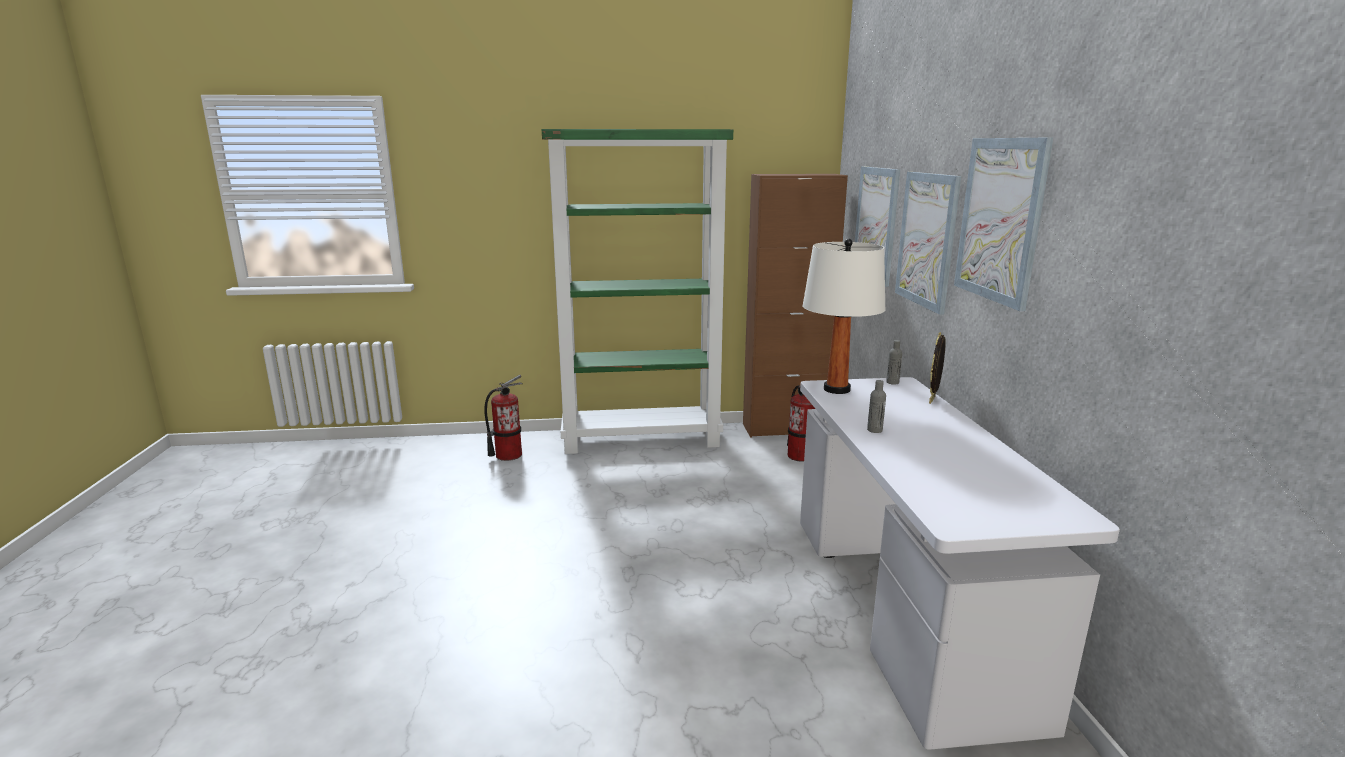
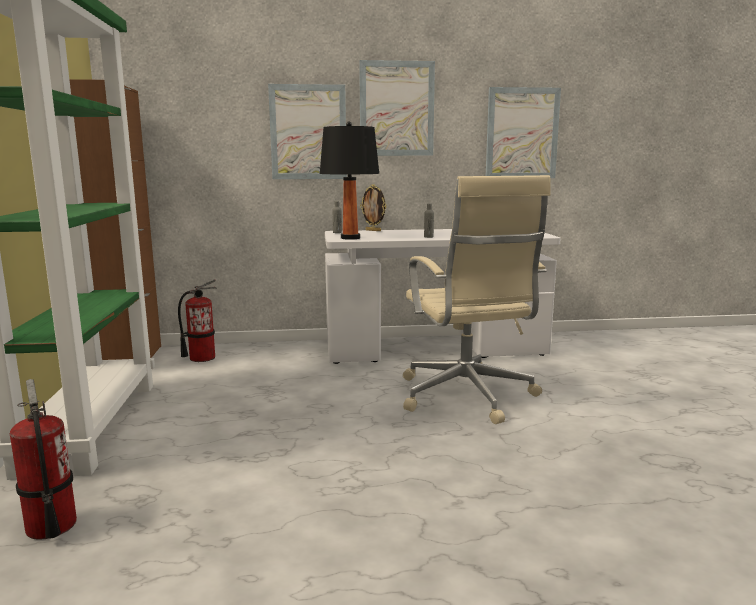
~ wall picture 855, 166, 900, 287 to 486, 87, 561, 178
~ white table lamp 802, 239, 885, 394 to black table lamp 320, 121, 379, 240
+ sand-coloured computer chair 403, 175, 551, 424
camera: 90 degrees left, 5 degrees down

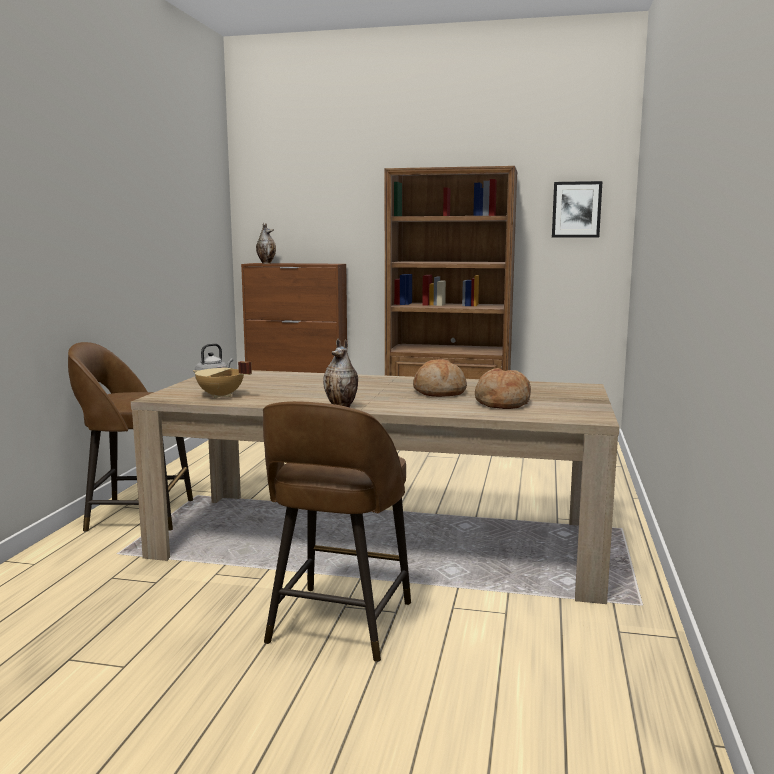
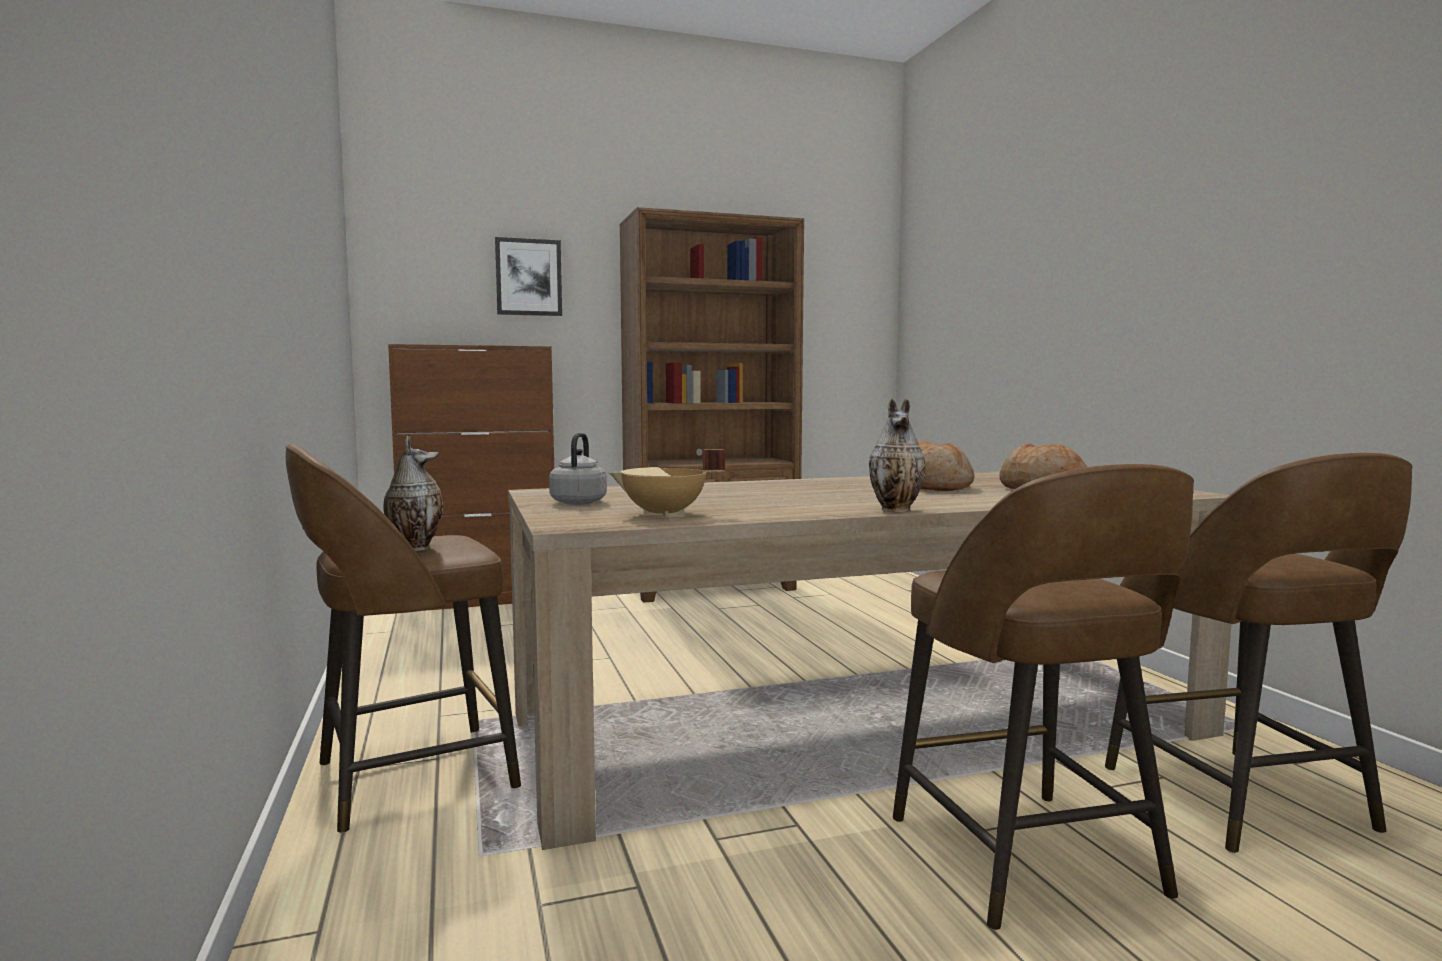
~ wall picture 552, 181, 603, 238 to 495, 237, 562, 316
~ vase 256, 223, 276, 264 to 384, 435, 443, 551
+ brownish stool seat 1105, 453, 1412, 853
camera: 30 degrees left, 5 degrees down

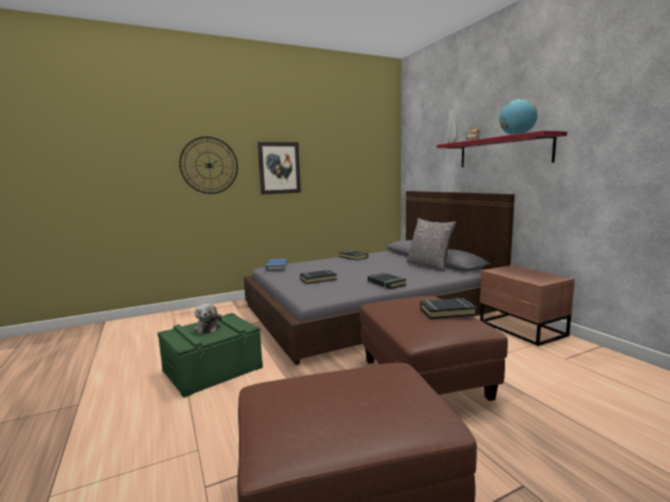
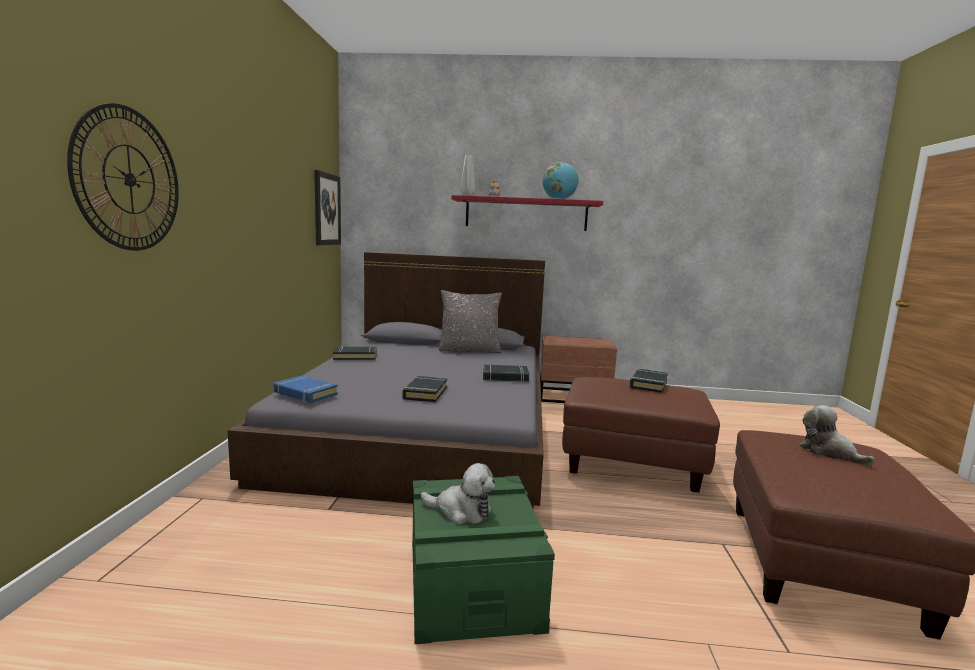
~ wall picture 257, 142, 301, 195 to 314, 170, 341, 245
+ plush toy 799, 405, 875, 466
camera: 60 degrees left, 0 degrees up

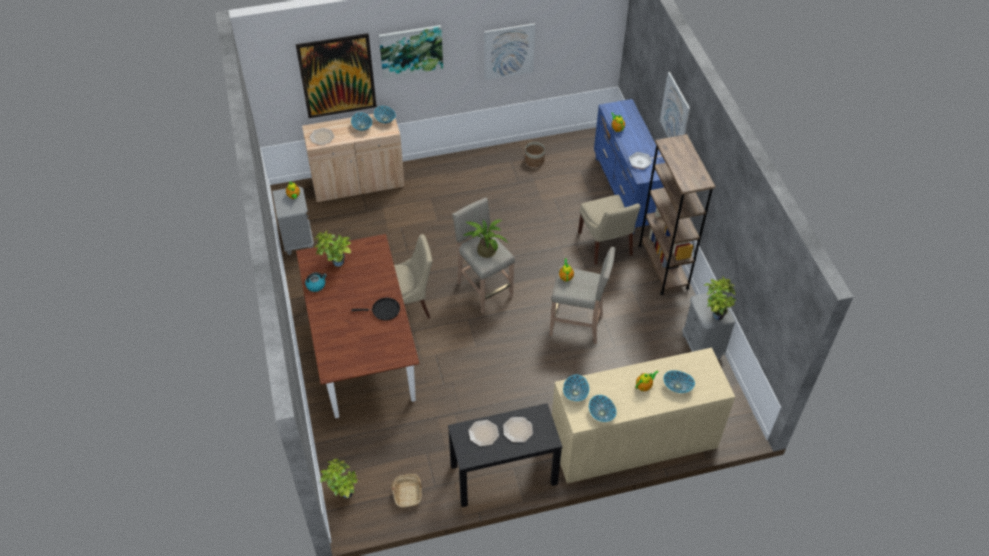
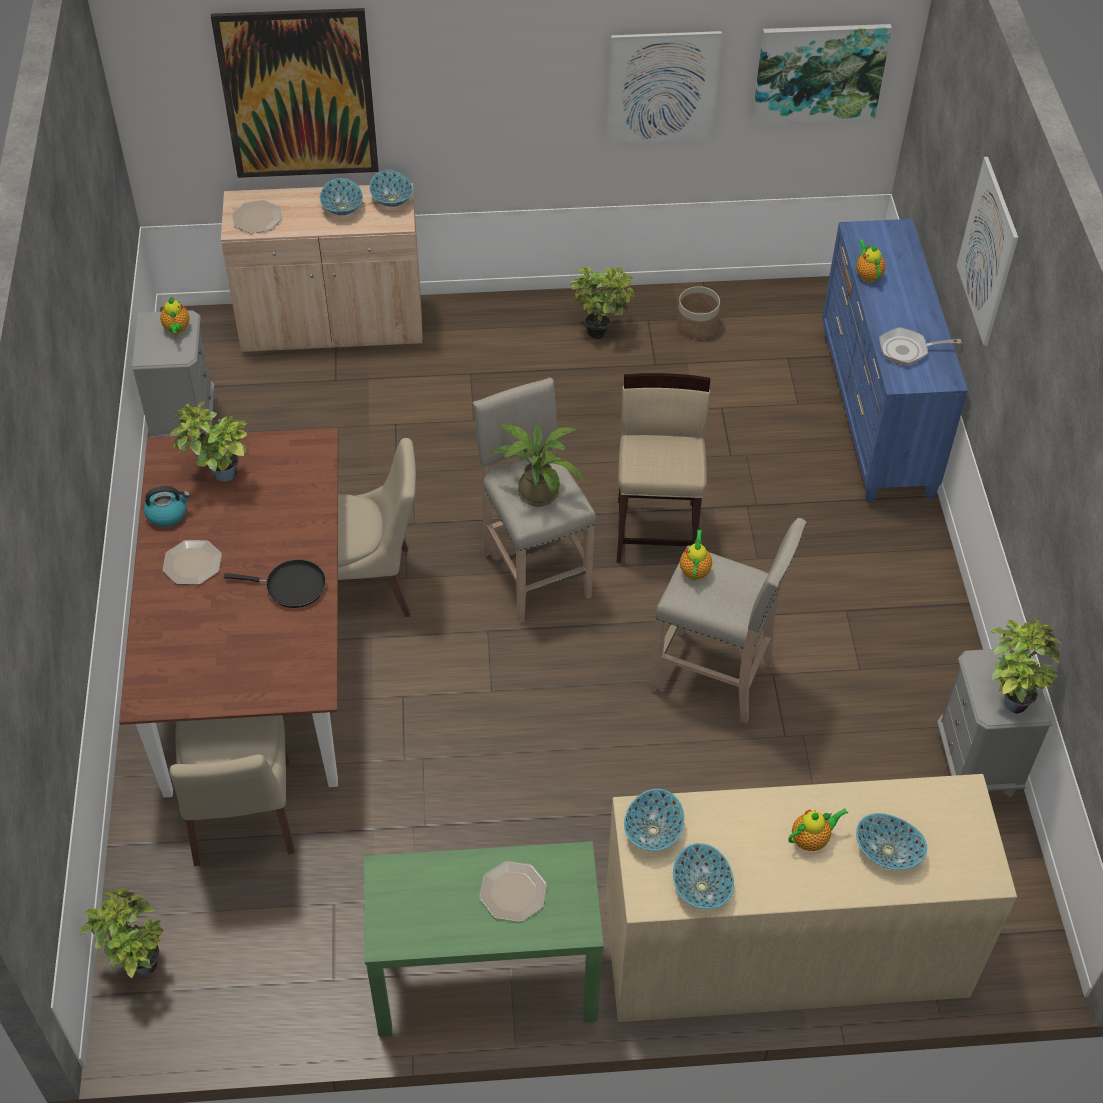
~ wall picture 379, 25, 443, 79 to 752, 24, 892, 124
- brownish bookshelf 638, 134, 716, 295
~ sand-coloured plain chair 578, 195, 640, 265 to 169, 715, 295, 866
~ black console table 448, 403, 562, 507 to green console table 364, 841, 604, 1037
~ dinner plate 469, 420, 499, 446 to 163, 540, 222, 585
- household basket 391, 474, 422, 507
+ houseplant 570, 266, 634, 339
+ sand-coloured stool seat 616, 373, 710, 563
camera: 10 degrees right, 0 degrees up

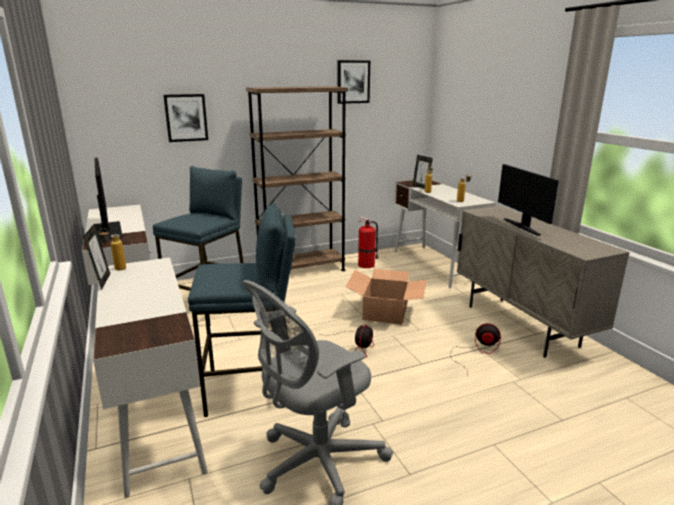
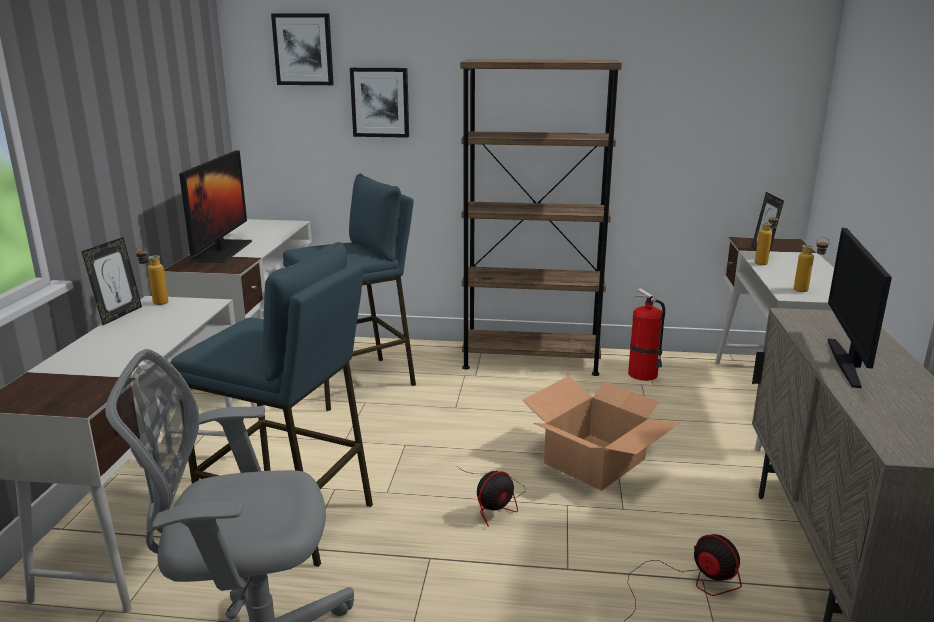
~ wall picture 337, 60, 370, 104 to 271, 13, 334, 85
camera: 30 degrees right, 0 degrees up

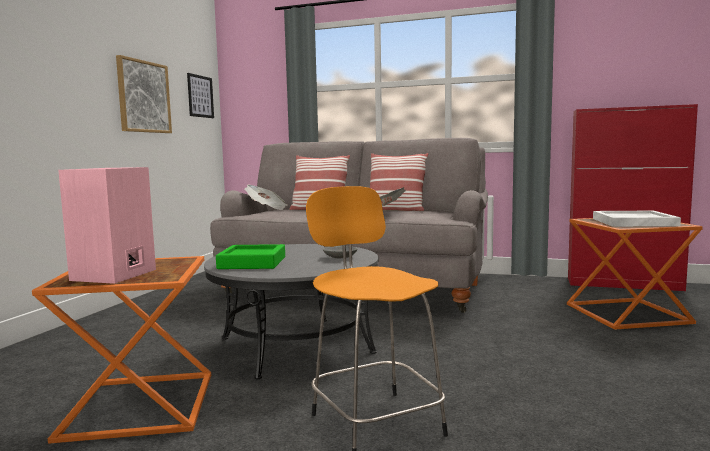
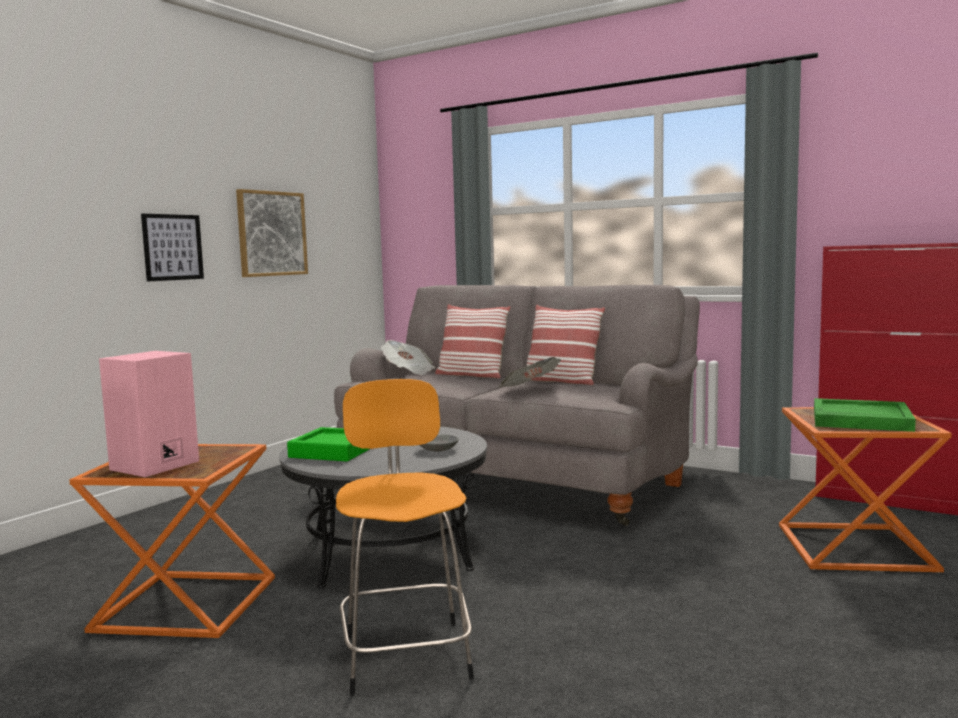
~ wall picture 187, 73, 214, 118 to 141, 214, 204, 282
~ white serving tray 593, 211, 681, 227 to green serving tray 814, 398, 916, 432
camera: 15 degrees right, 0 degrees up

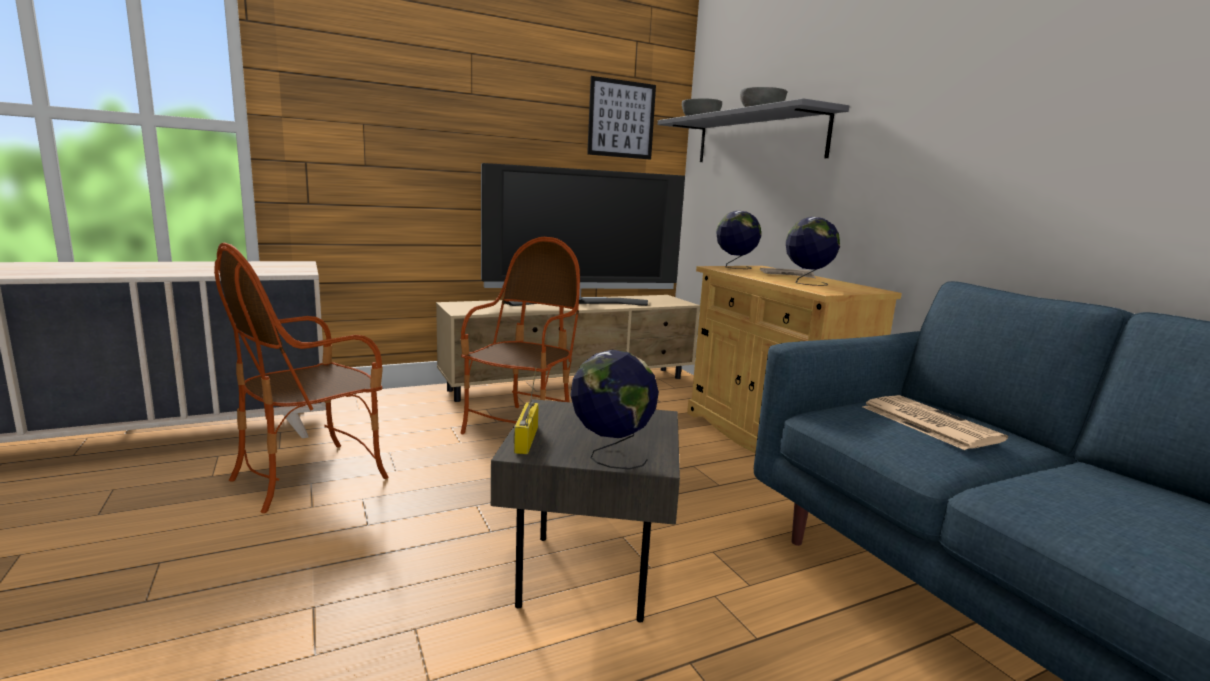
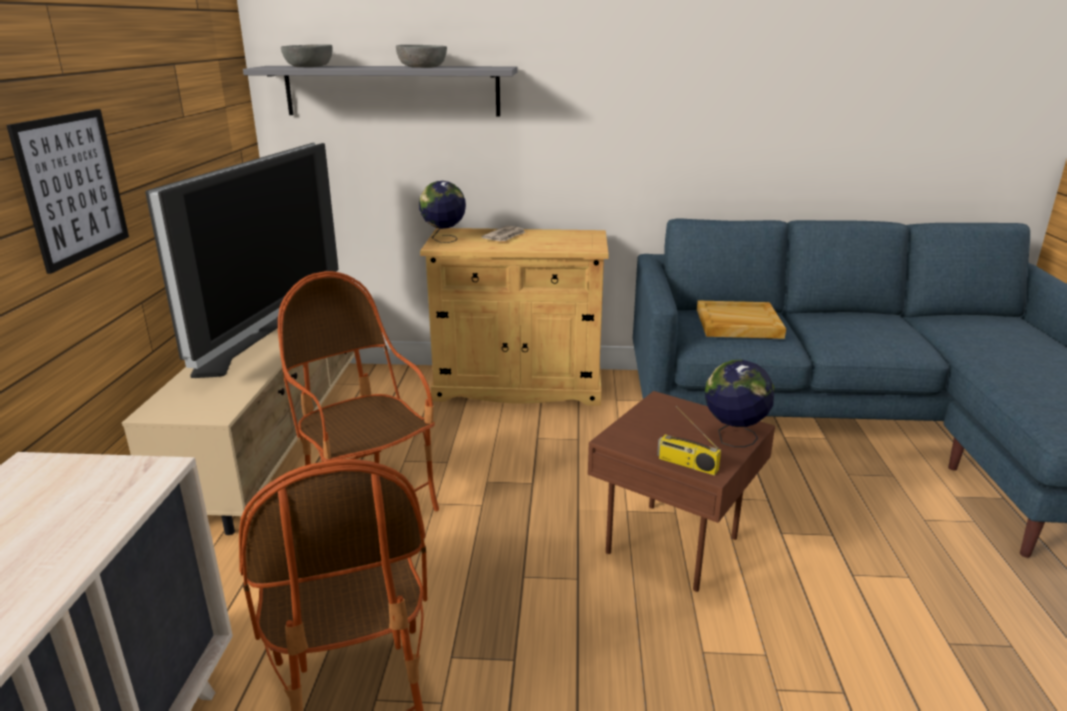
~ wall picture 587, 76, 656, 160 to 6, 109, 129, 274
- desk globe 786, 217, 840, 286
~ printed paper 863, 395, 1008, 450 to sand-coloured serving tray 697, 300, 786, 339
~ gray accent table 491, 399, 680, 623 to brownish accent table 588, 391, 775, 592
camera: 60 degrees left, 10 degrees up

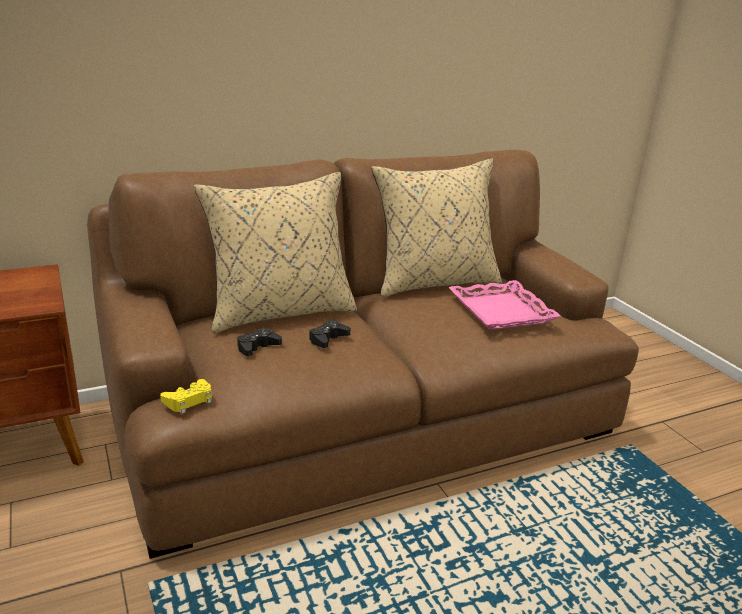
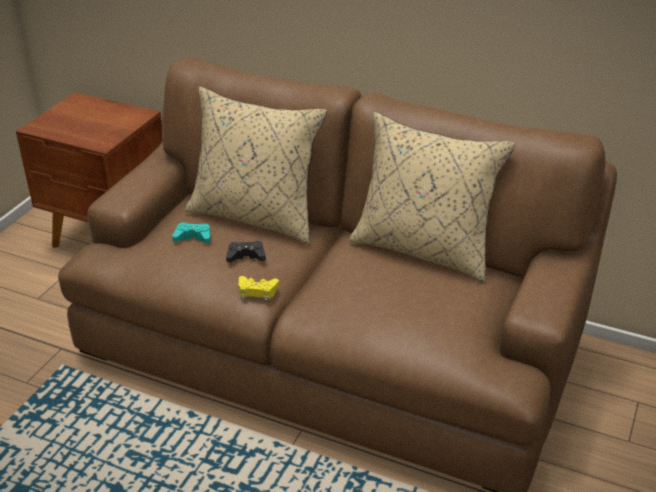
- pinkish serving tray 449, 280, 561, 330
~ black gamepad 237, 328, 282, 356 to turquoise gamepad 172, 223, 211, 244
~ yellow gamepad 160, 379, 212, 414 to 238, 276, 279, 301
camera: 50 degrees right, 10 degrees up

